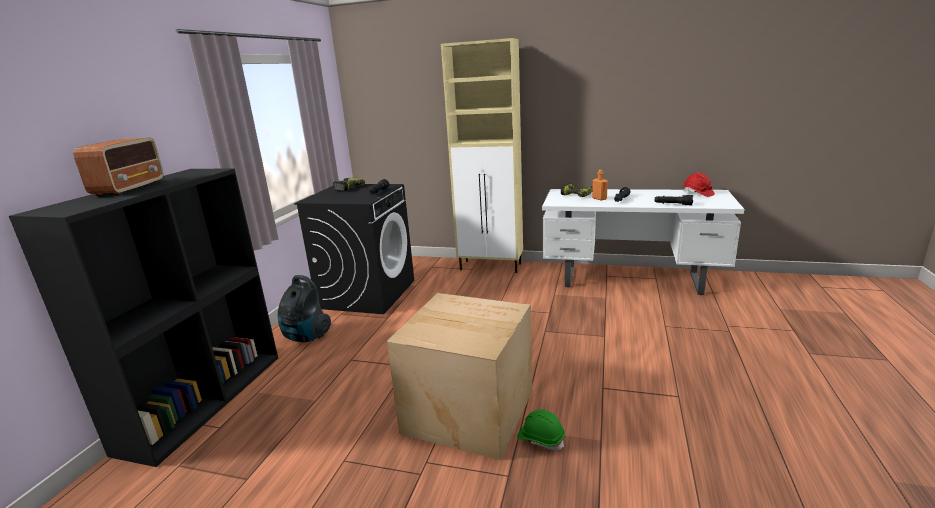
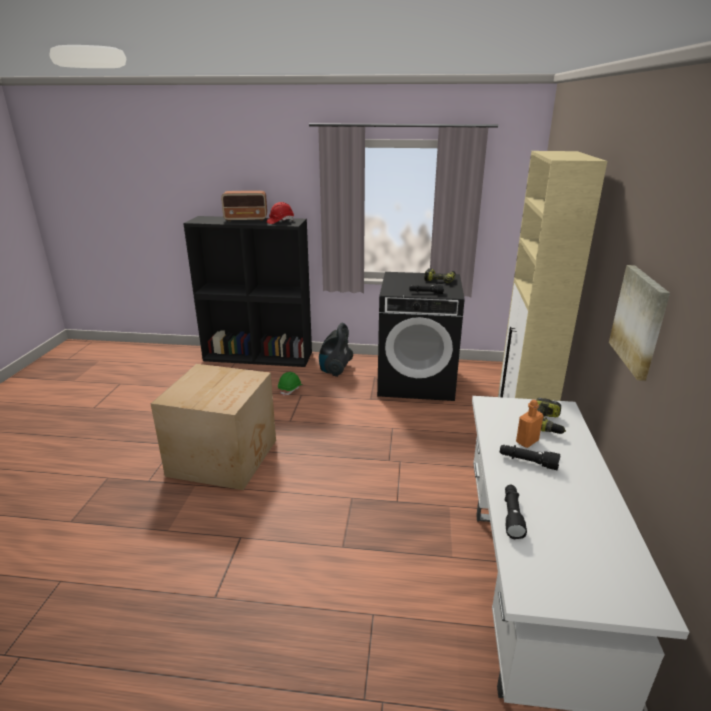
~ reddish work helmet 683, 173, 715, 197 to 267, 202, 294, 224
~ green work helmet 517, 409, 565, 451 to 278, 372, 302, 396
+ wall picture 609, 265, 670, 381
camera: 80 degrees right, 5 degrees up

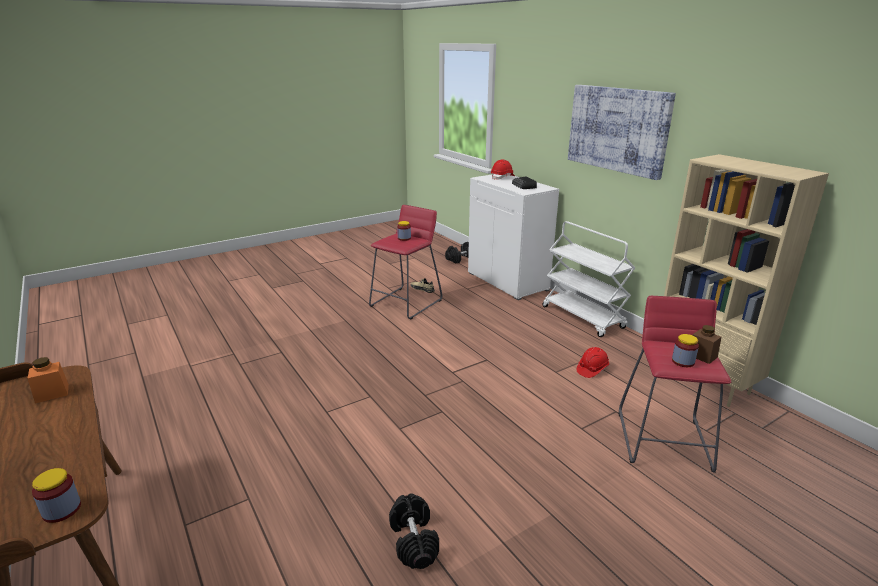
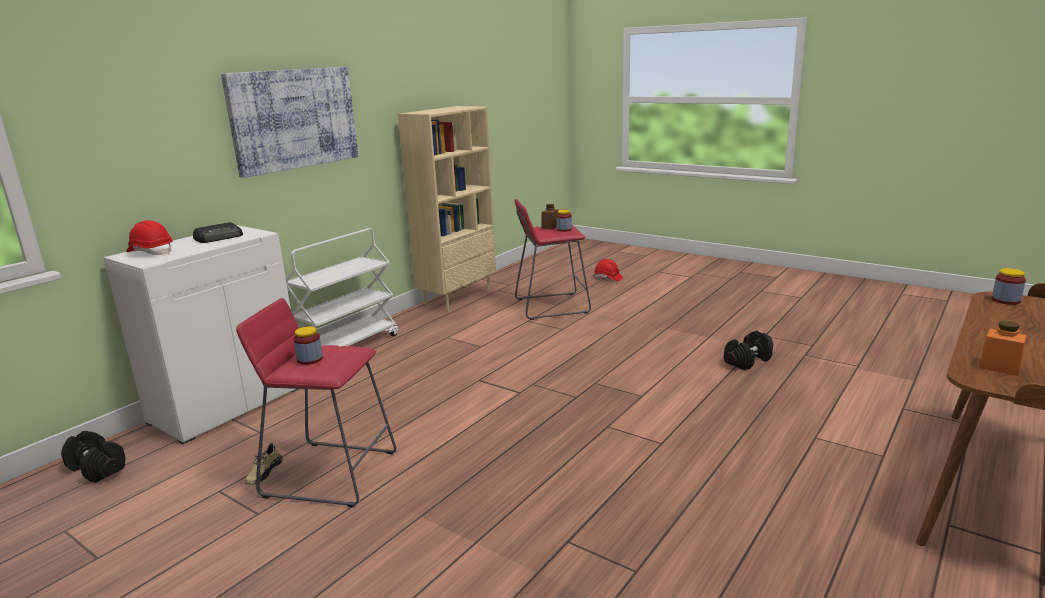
~ reddish work helmet 576, 347, 609, 378 to 594, 259, 623, 281
camera: 110 degrees left, 5 degrees down

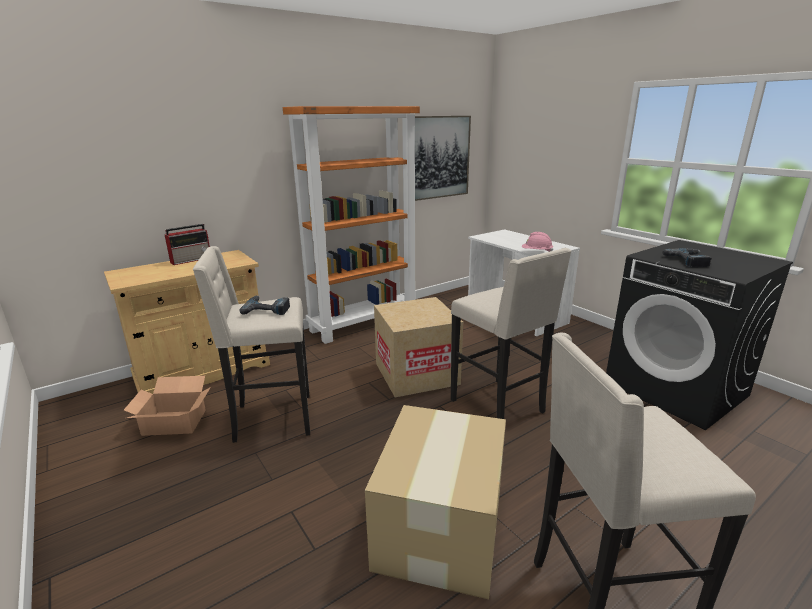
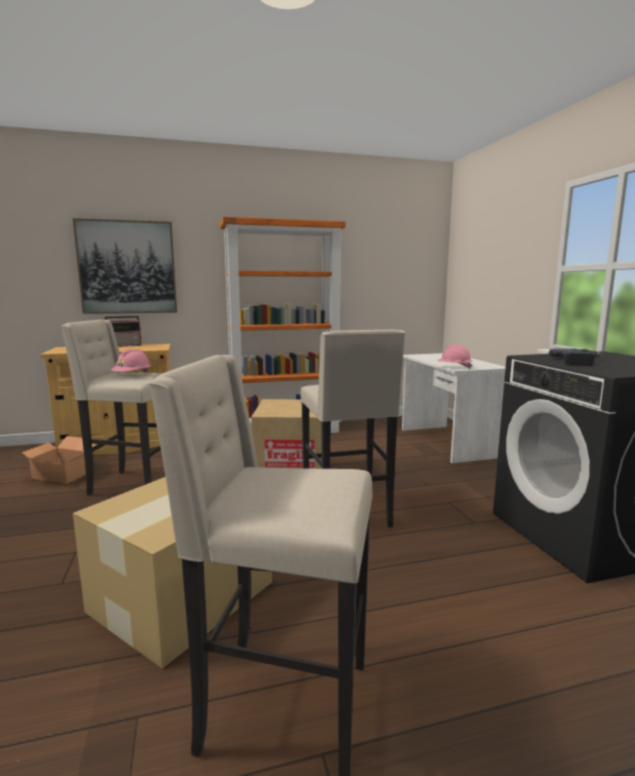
~ wall picture 415, 116, 471, 201 to 73, 218, 177, 314
~ electric drill 240, 295, 290, 315 to pinkish work helmet 111, 349, 151, 373
camera: 20 degrees right, 10 degrees down

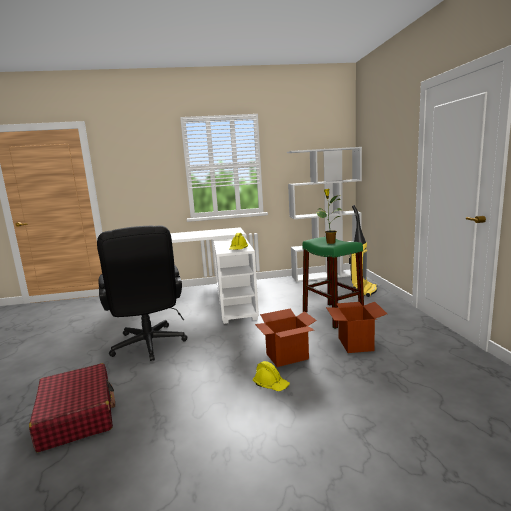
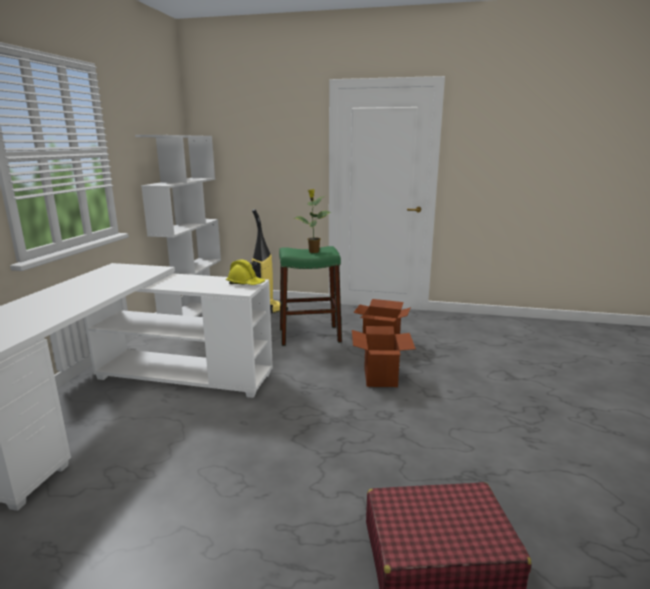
- black computer chair 97, 225, 187, 361
- yellow work helmet 253, 361, 290, 391
camera: 70 degrees left, 5 degrees up

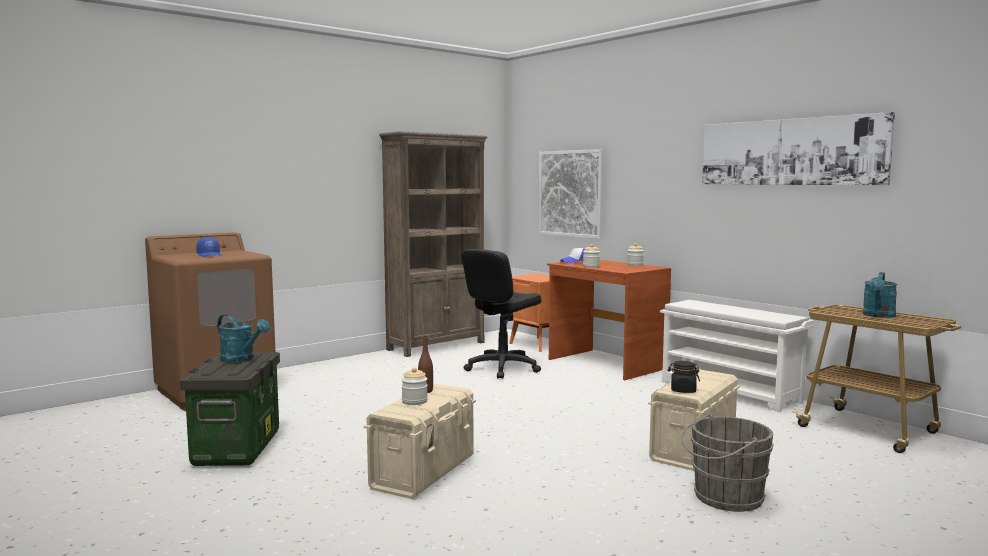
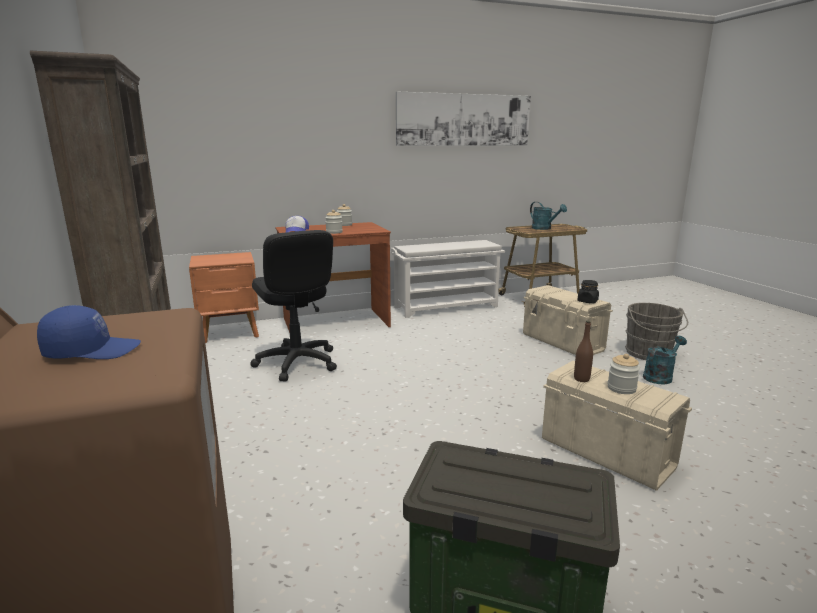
- wall picture 538, 149, 604, 239
~ turquoise sprinkling can 217, 314, 270, 363 to 643, 336, 687, 384
camera: 70 degrees left, 10 degrees up

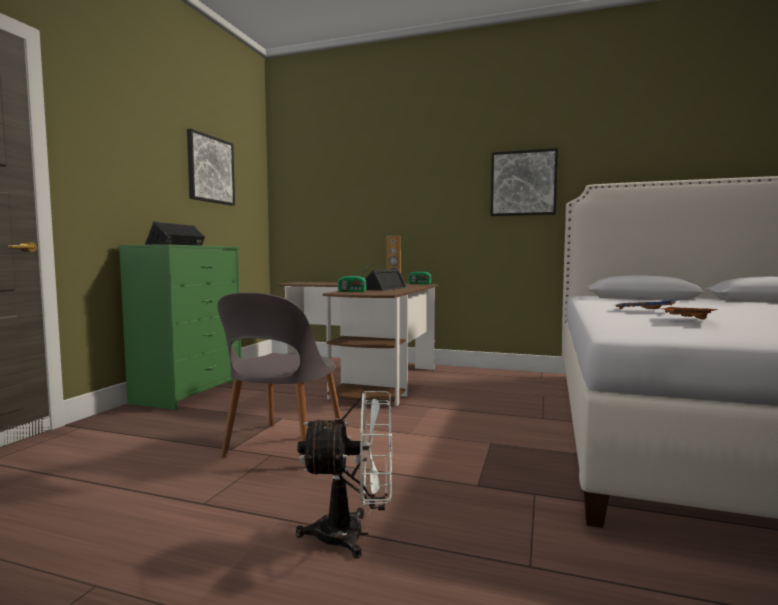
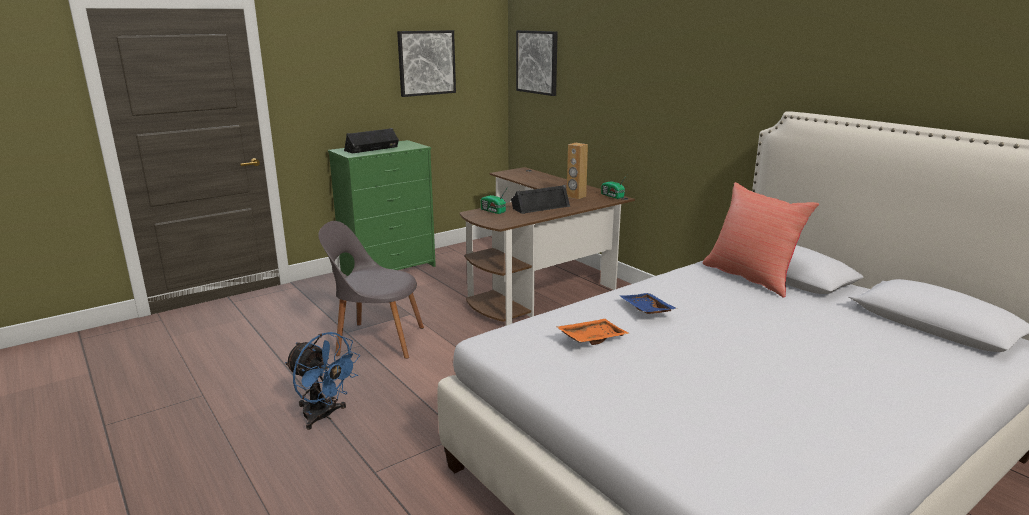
~ wall picture 491, 148, 558, 216 to 516, 30, 558, 96
~ gray plain chair 218, 292, 341, 468 = 318, 221, 424, 359 45 degrees clockwise
~ white fan 296, 391, 392, 559 to bluish fan 285, 332, 360, 430
+ reddish throw pillow 703, 182, 819, 298
camera: 35 degrees right, 15 degrees up

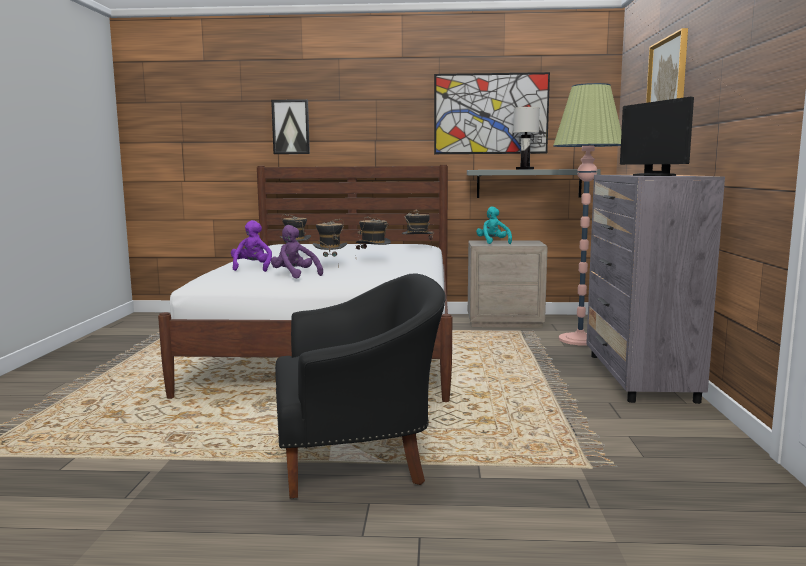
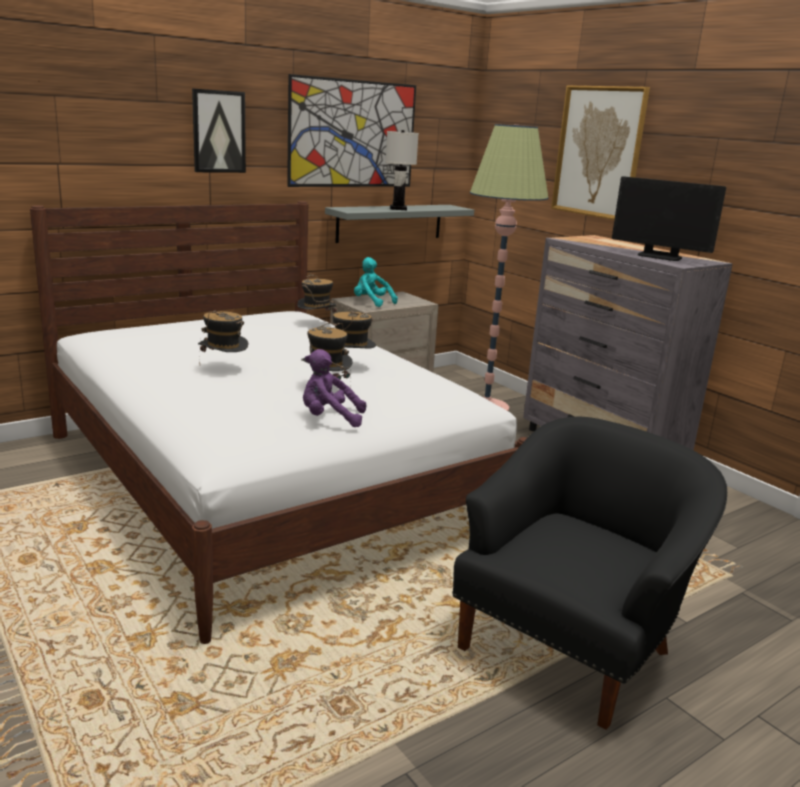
~ wall picture 271, 99, 310, 154 to 192, 88, 246, 173
- purplish plush toy 231, 220, 272, 272
camera: 40 degrees left, 10 degrees up

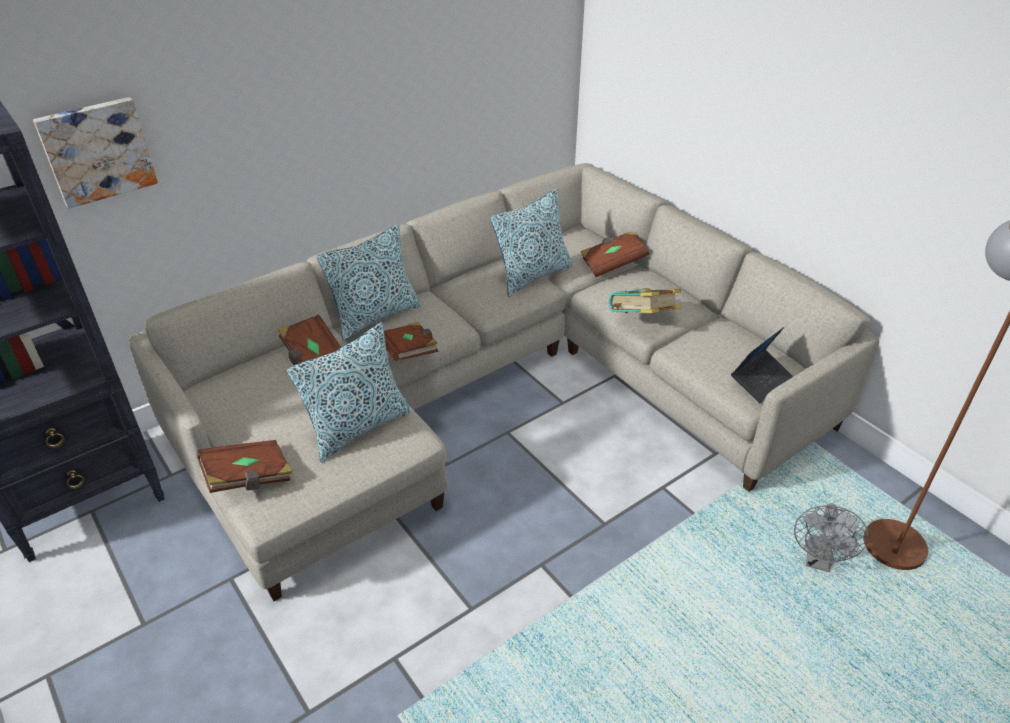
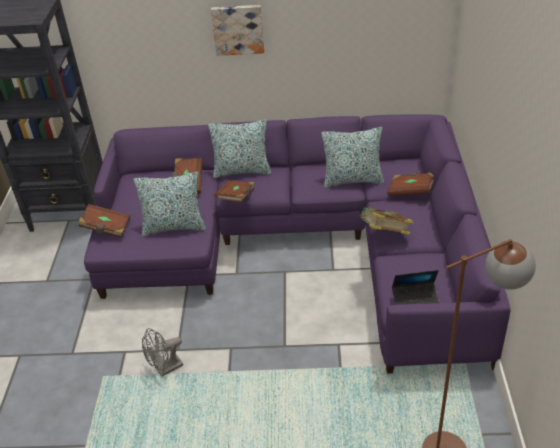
~ wall picture 33, 97, 158, 209 to 211, 5, 265, 56
~ sand-coloured settee 129, 163, 879, 601 to purplish settee 84, 115, 510, 374
~ gray fan 794, 503, 869, 572 to 142, 328, 183, 377
camera: 40 degrees right, 0 degrees up

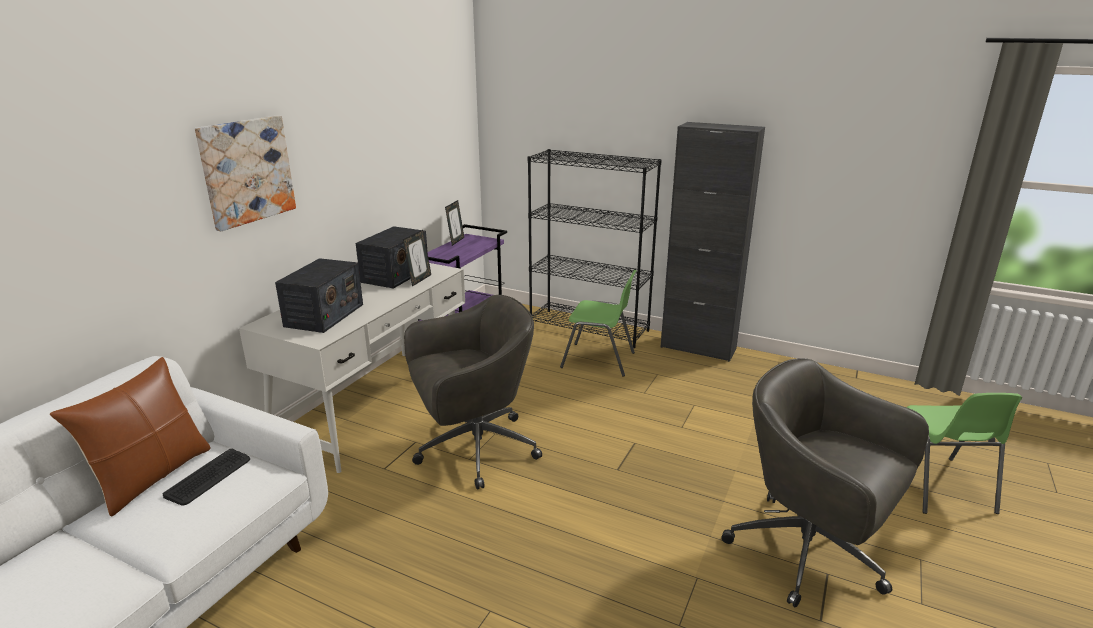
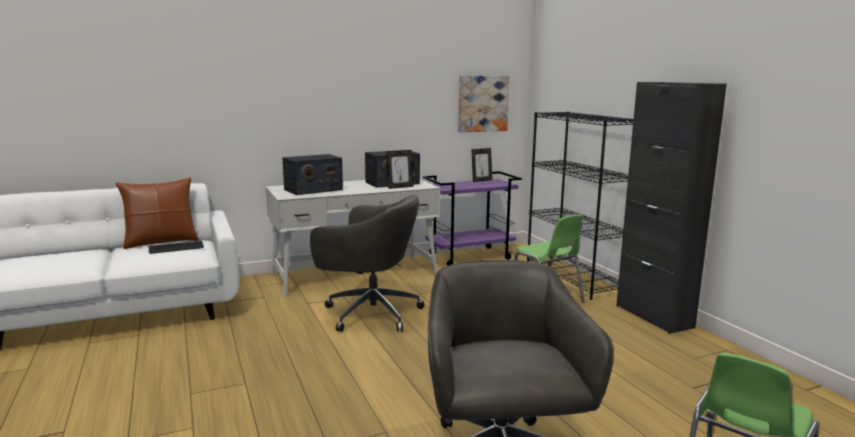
~ wall picture 195, 116, 296, 231 to 458, 76, 510, 132
camera: 40 degrees right, 10 degrees down

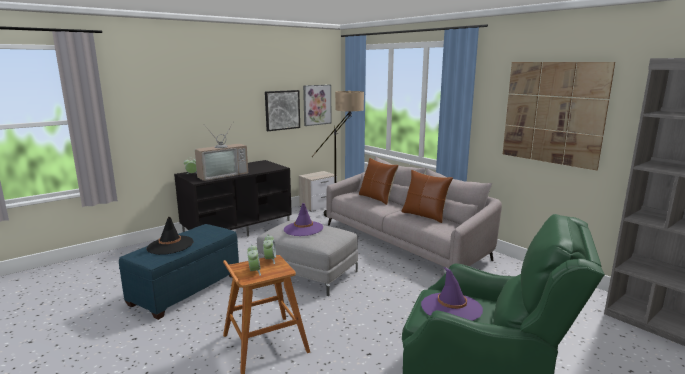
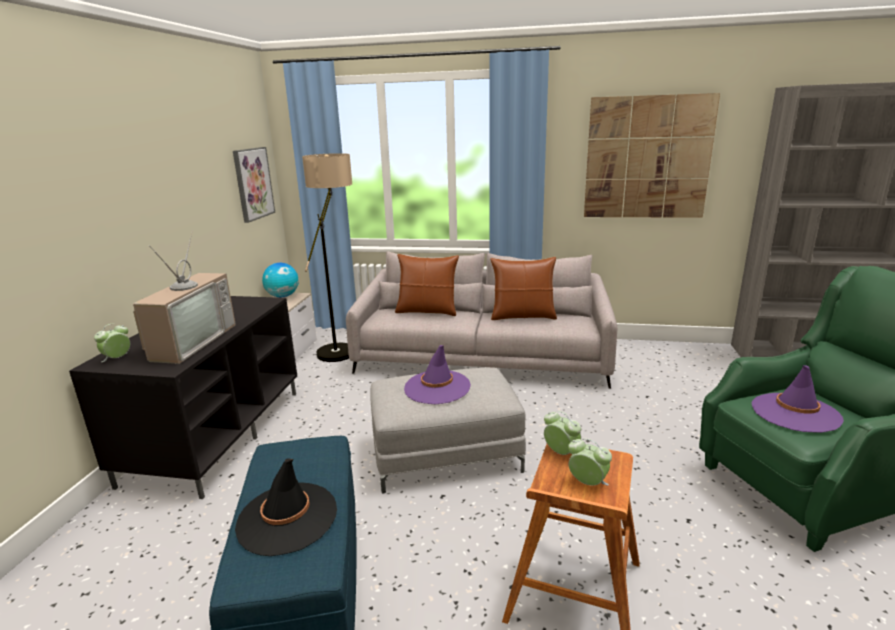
- wall picture 265, 90, 300, 131
+ desk globe 262, 263, 299, 297
camera: 40 degrees left, 5 degrees up

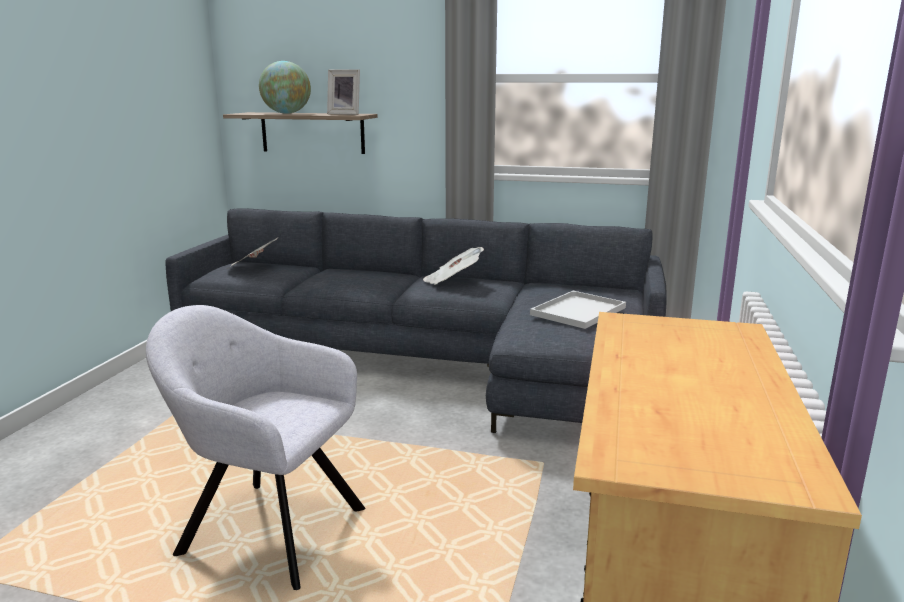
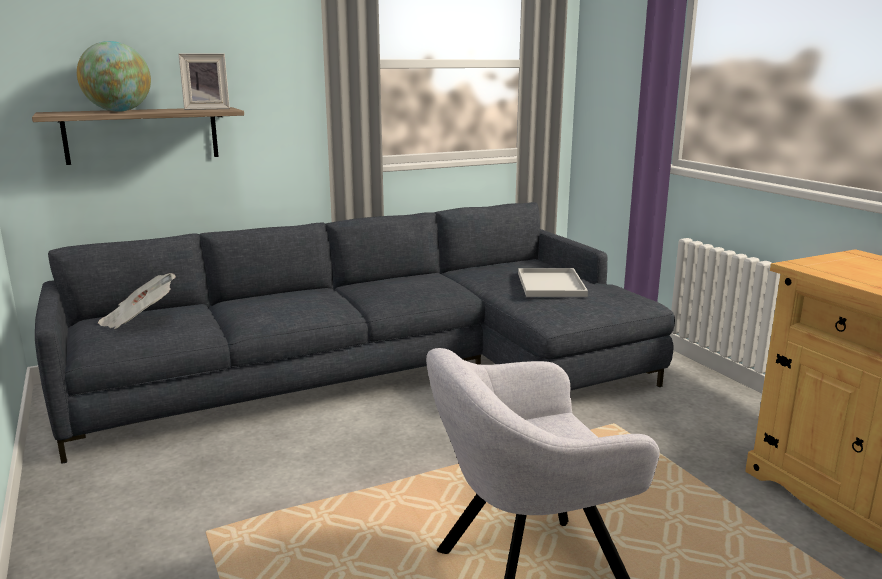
- printed paper 423, 247, 484, 285
camera: 40 degrees left, 0 degrees up

